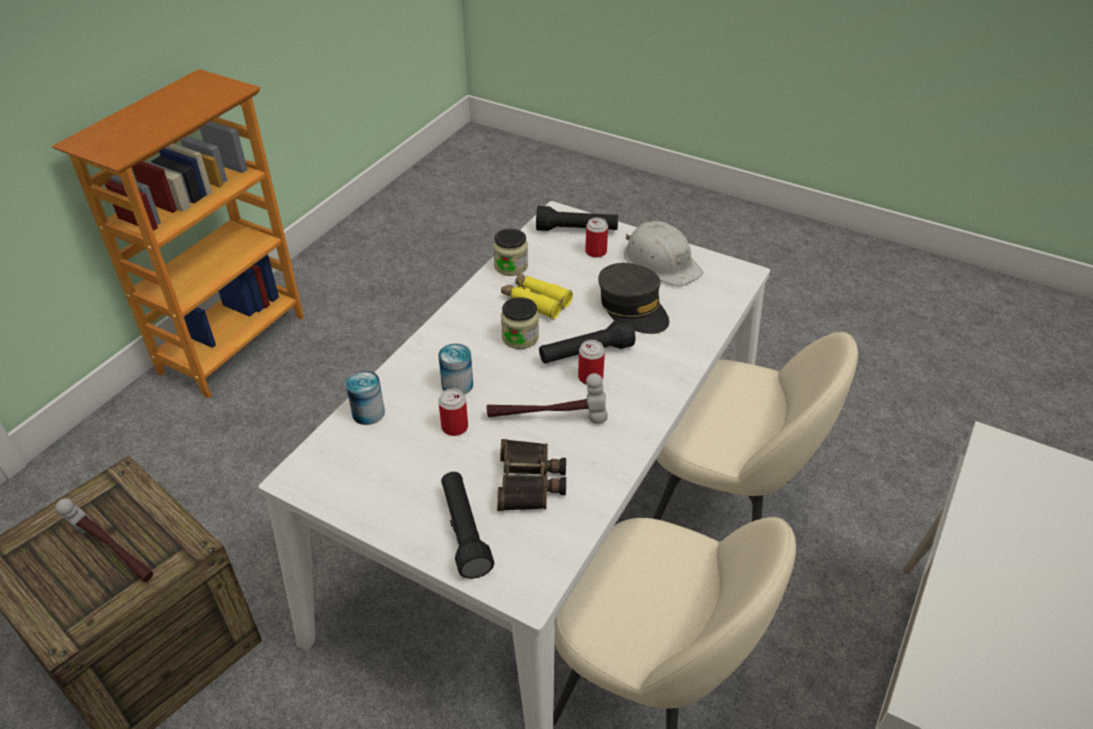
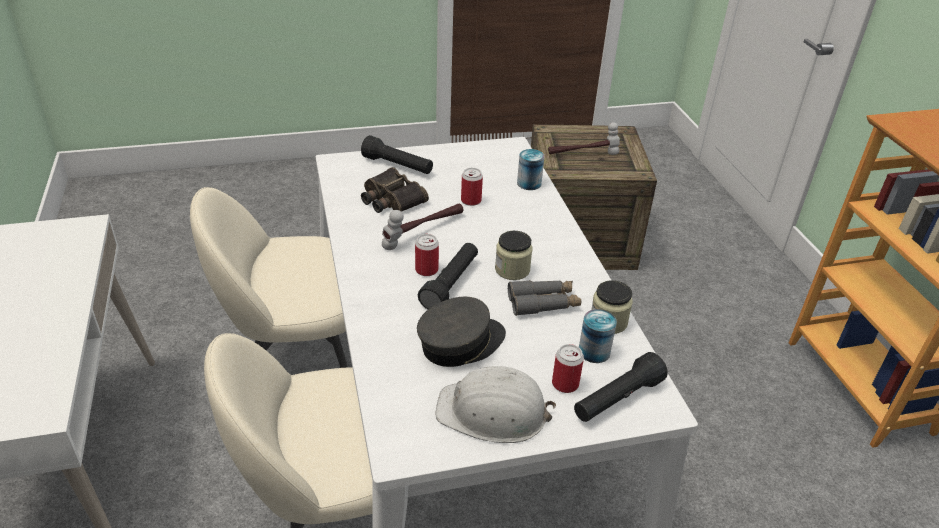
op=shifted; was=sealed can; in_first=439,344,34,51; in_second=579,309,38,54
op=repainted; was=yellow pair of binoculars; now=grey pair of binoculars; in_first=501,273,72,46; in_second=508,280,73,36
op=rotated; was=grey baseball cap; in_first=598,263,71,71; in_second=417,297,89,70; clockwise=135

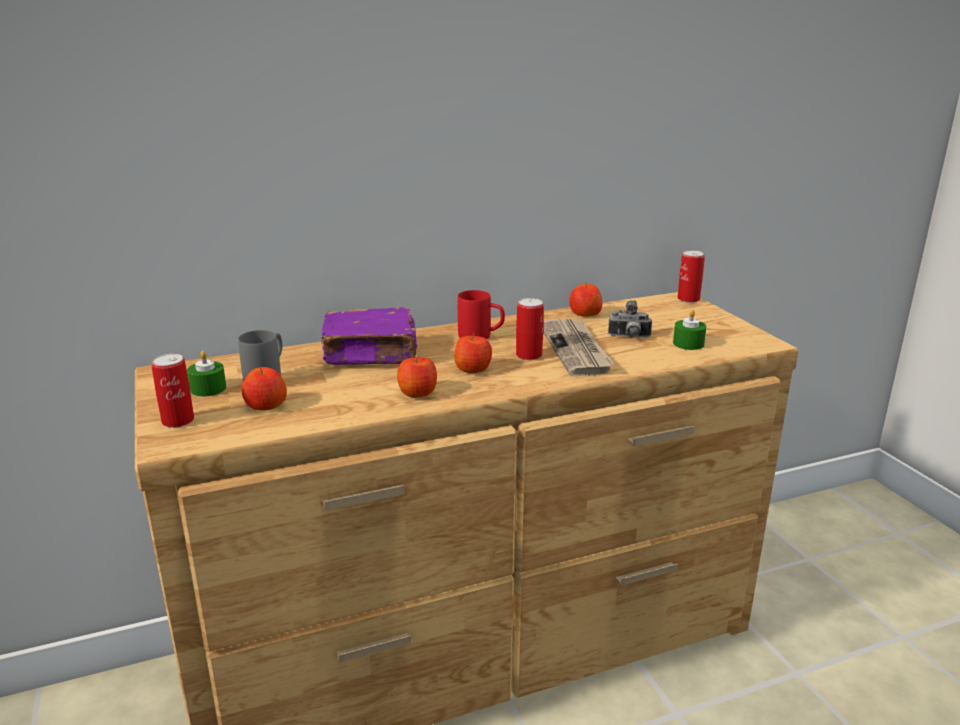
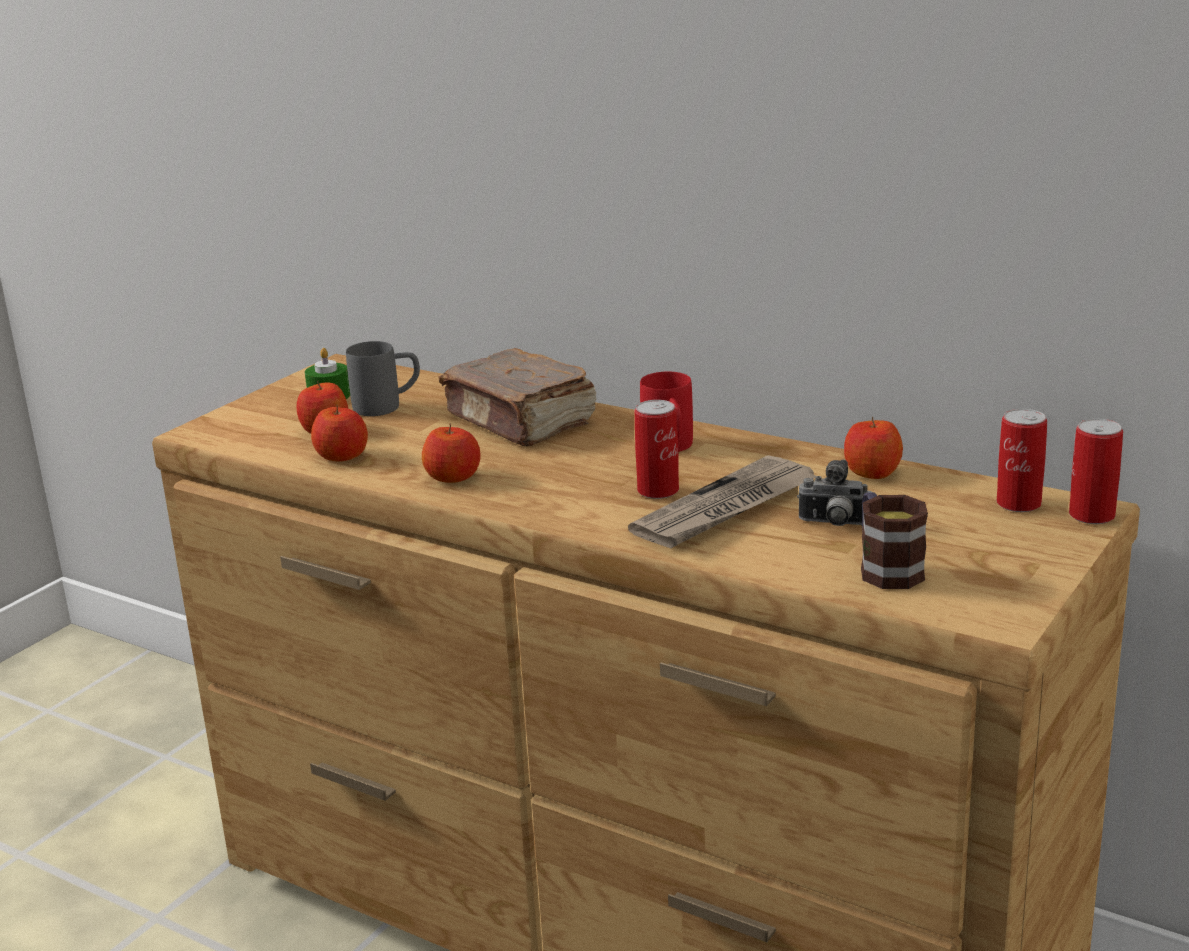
op=shifted; was=sealed can; in_first=151,354,43,74; in_second=997,409,50,103
op=repainted; was=purple bound book; now=brown-coloured bound book; in_first=321,307,96,58; in_second=438,348,159,98
op=shifted; was=whole apple; in_first=454,335,38,38; in_second=311,405,57,57
op=rotated; was=photo camera; in_first=608,300,44,38; in_second=797,459,74,67; clockwise=-45
op=swapped; was=green-coloured wax light; now=tea mug; in_first=673,309,33,41; in_second=861,492,67,97

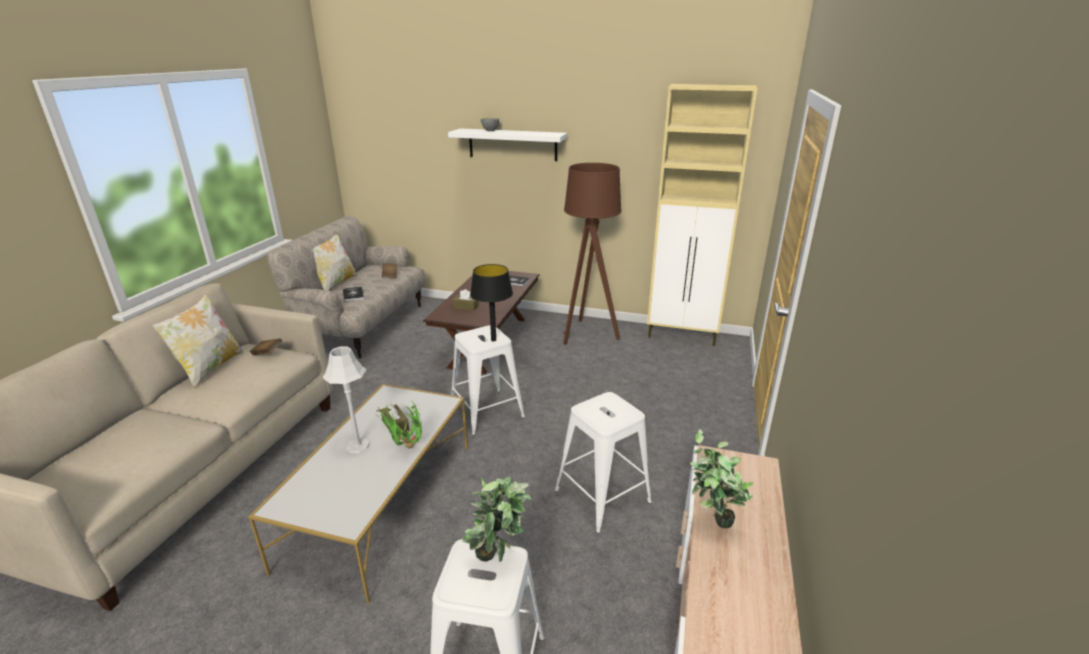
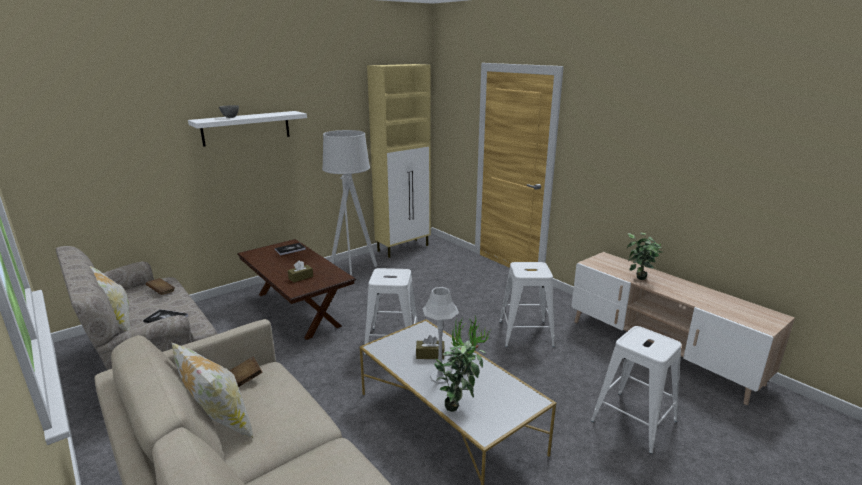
op=shifted; was=houseplant; in_first=462,477,69,86; in_second=434,340,51,72
op=gone; was=blackish lamp for a table; in_first=470,264,43,77
op=repainted; was=brown-coloured floor lamp; now=grey floor lamp; in_first=563,163,59,182; in_second=322,130,55,146

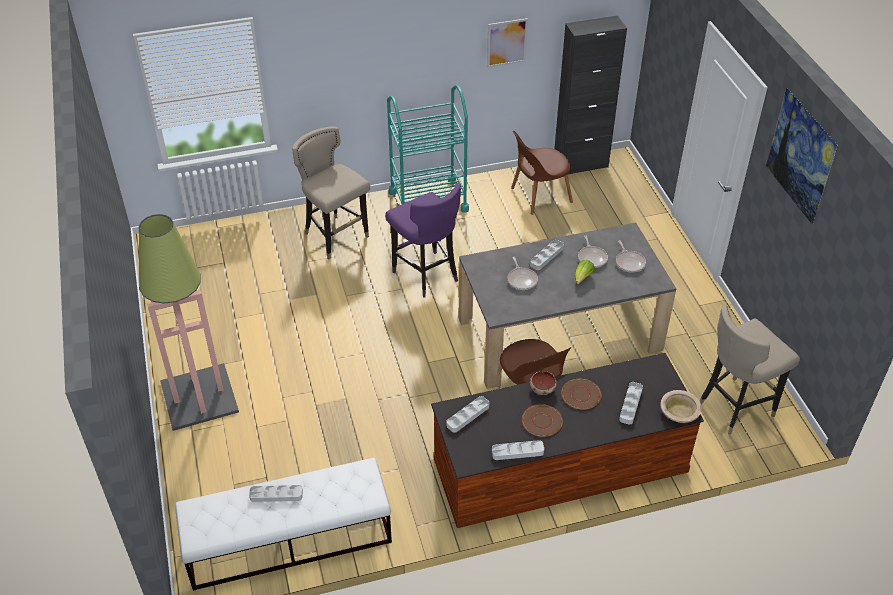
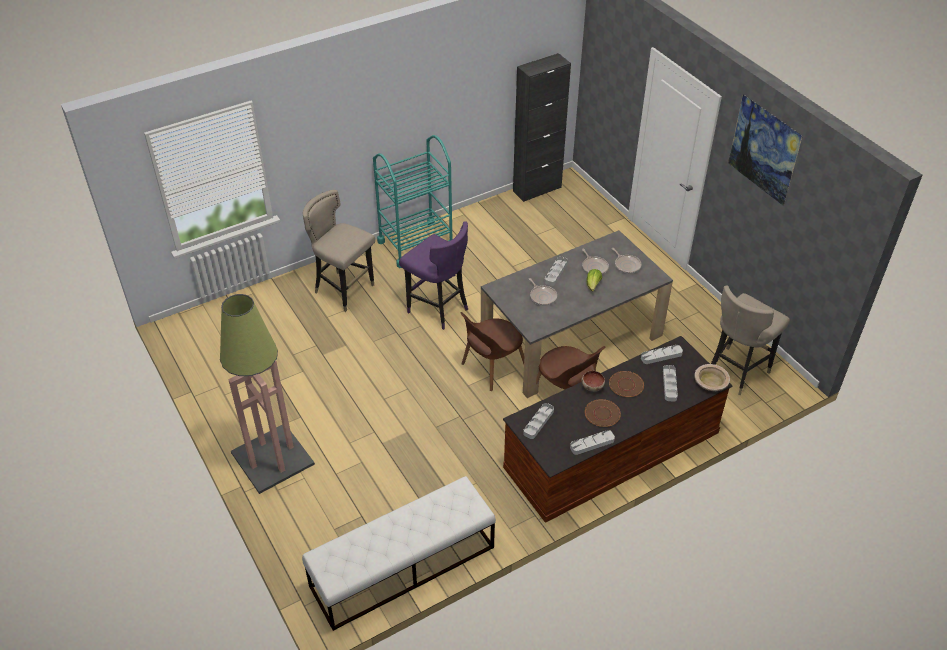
op=shifted; was=grey serving tray; in_first=249,485,54,17; in_second=641,345,42,19
op=gone; was=wall art; in_first=487,18,41,50
op=shifted; was=brown-coloured chair; in_first=511,131,62,84; in_second=461,312,63,79

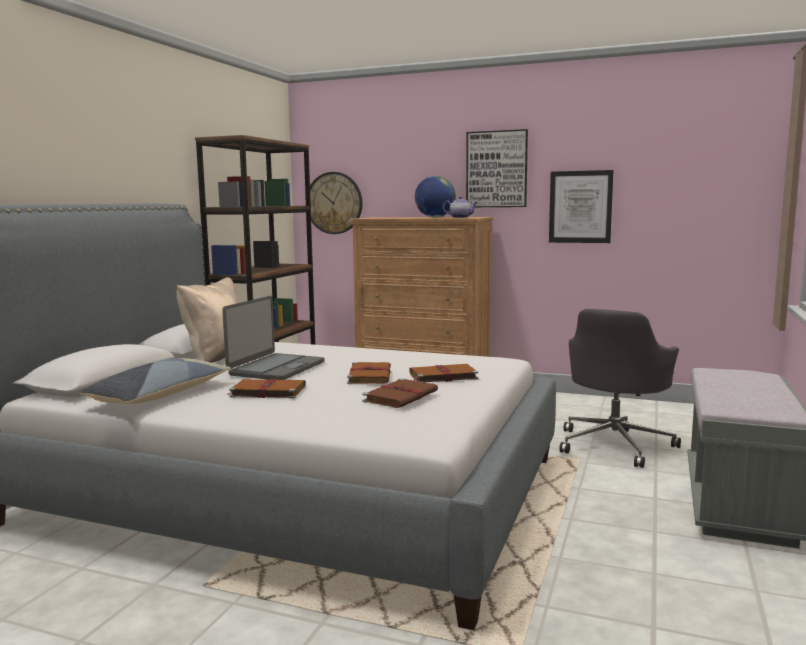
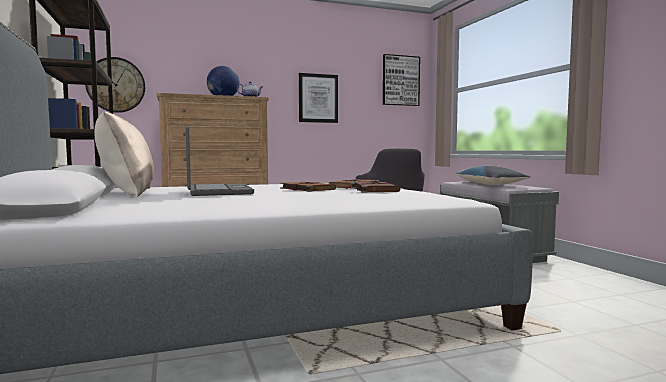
op=shifted; was=pillow; in_first=79,358,152,46; in_second=454,166,77,19
op=gone; was=brown-coloured bound book; in_first=226,379,80,20
op=shifted; was=wall art; in_first=466,129,62,78; in_second=383,54,37,52

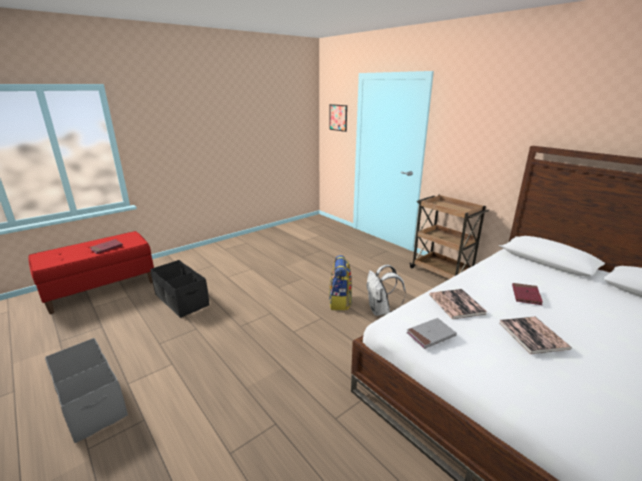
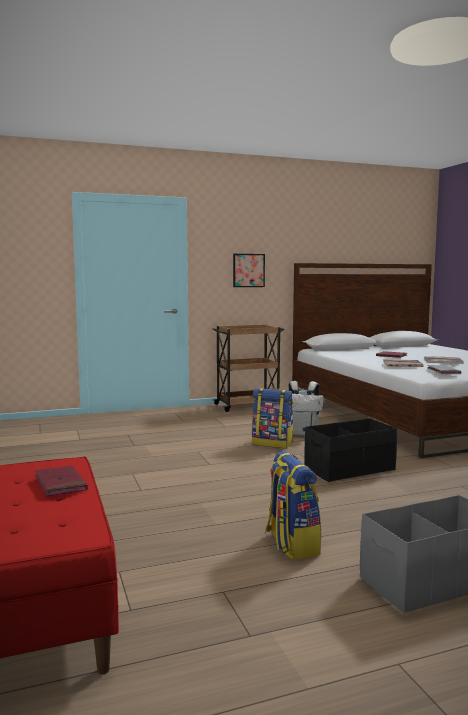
op=shifted; was=blackish storage box; in_first=150,260,60,58; in_second=304,418,93,64
op=shifted; was=wall art; in_first=329,104,18,28; in_second=233,254,32,33
op=new; now=knapsack; in_second=265,451,56,109

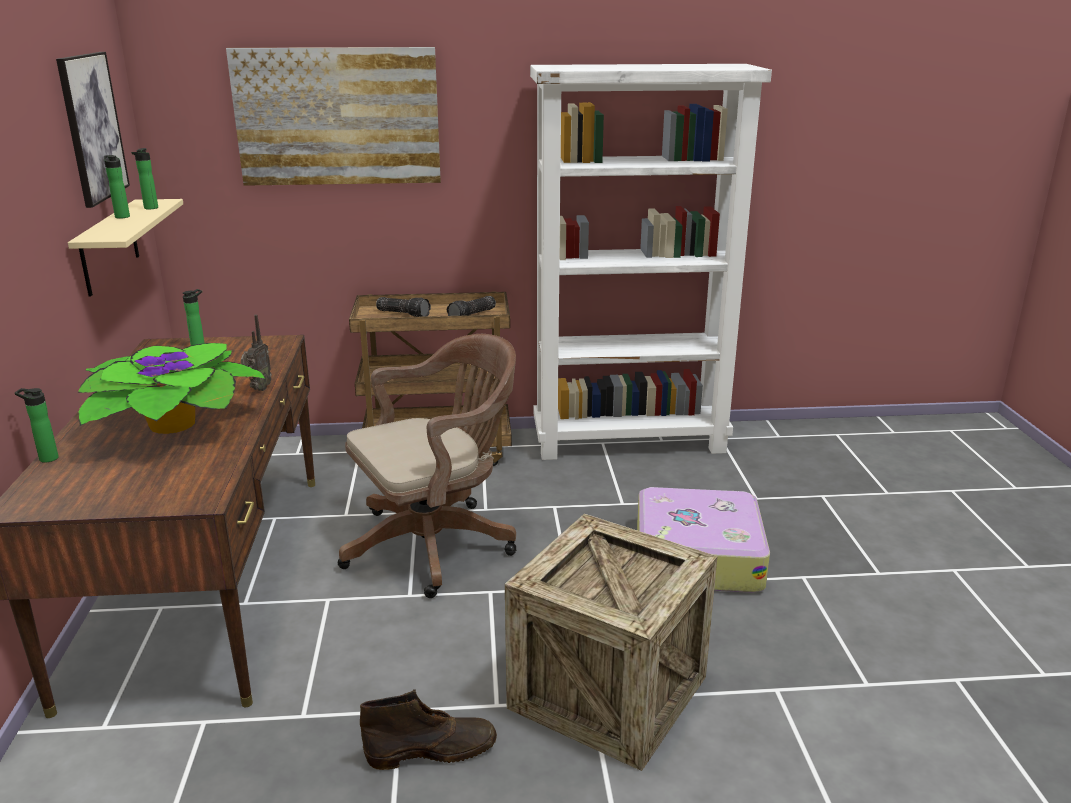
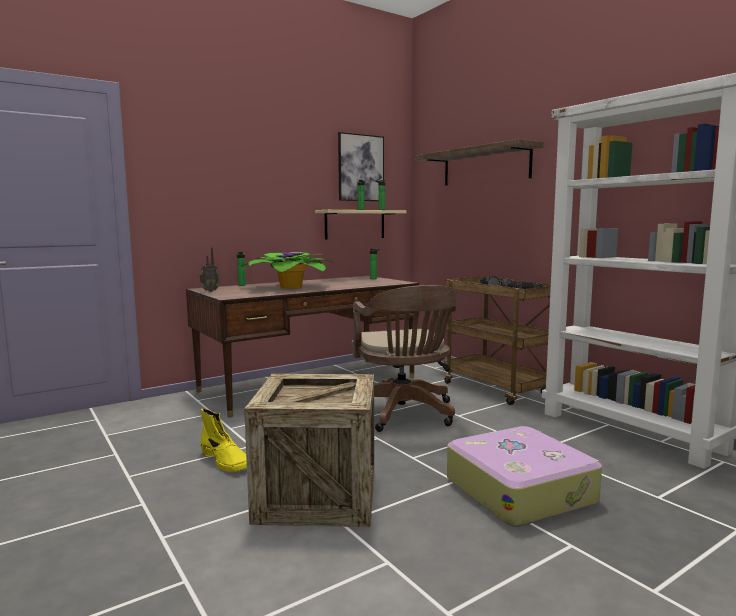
op=swapped; was=wall art; now=bracket shelf; in_first=226,47,215,139; in_second=416,139,127,46
op=shifted; was=radio; in_first=241,315,31,76; in_second=199,247,20,45
op=rotated; was=brown-coloured desk chair; in_first=338,334,178,264; in_second=352,285,105,147; clockwise=45
op=repainted; was=brown-coloured tall boot; now=yellow tall boot; in_first=360,690,137,80; in_second=200,408,47,64

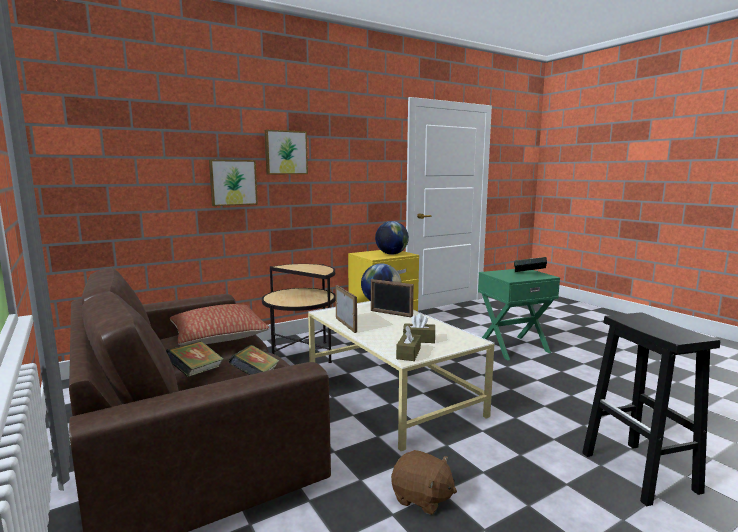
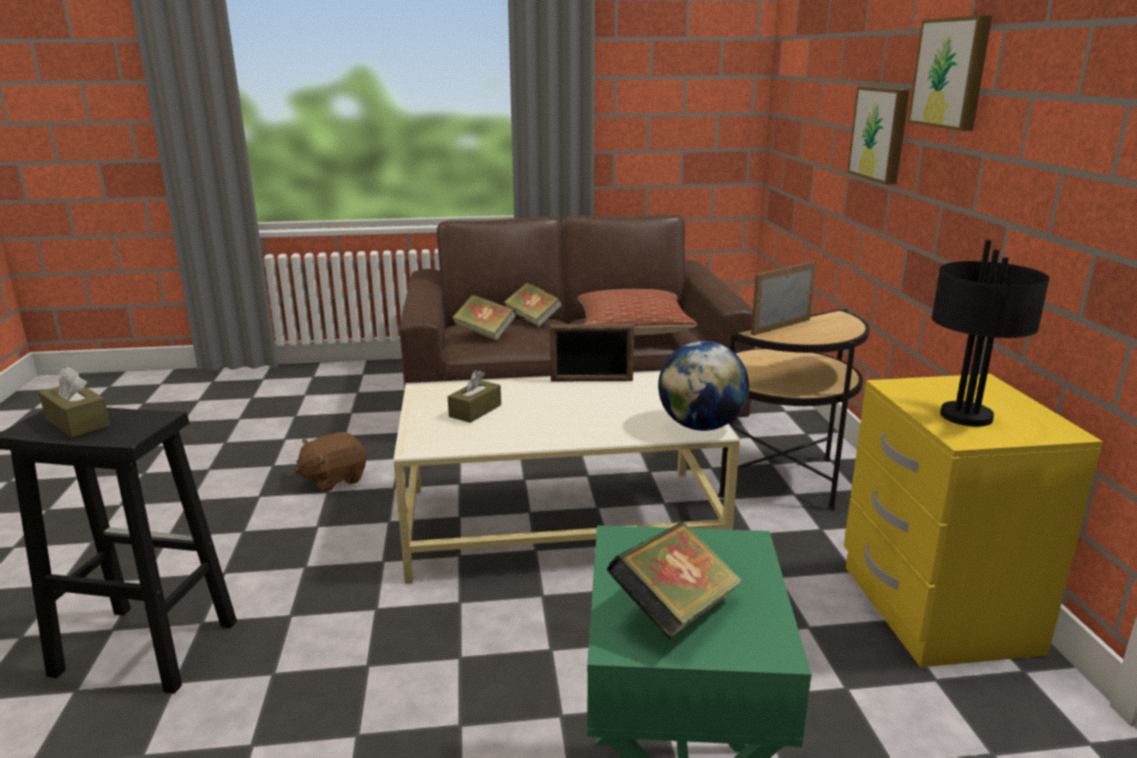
op=shifted; was=picture frame; in_first=371,279,43,38; in_second=751,262,65,73
op=swapped; was=globe; now=blackish lamp for a table; in_first=375,221,34,34; in_second=931,239,119,188
op=shifted; was=brown-coloured tissue holder; in_first=396,326,25,35; in_second=39,367,72,70

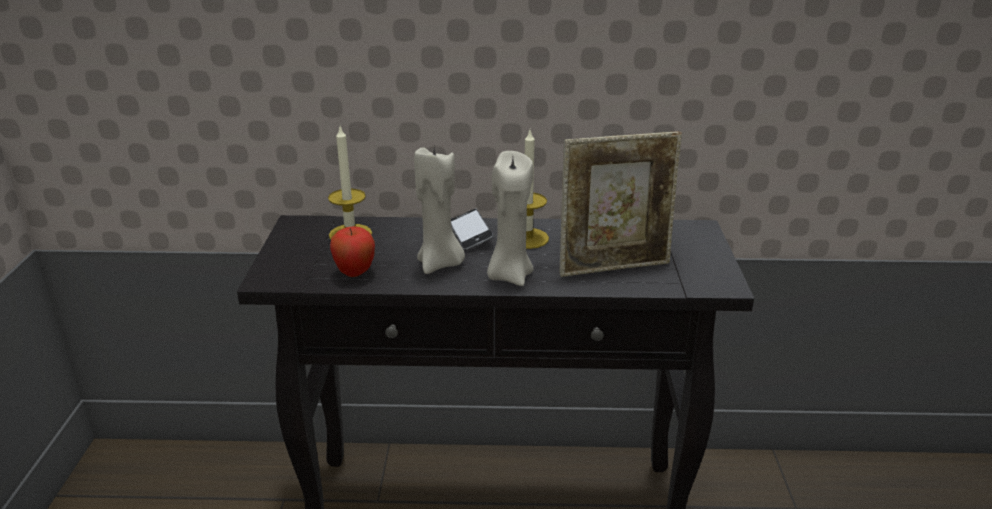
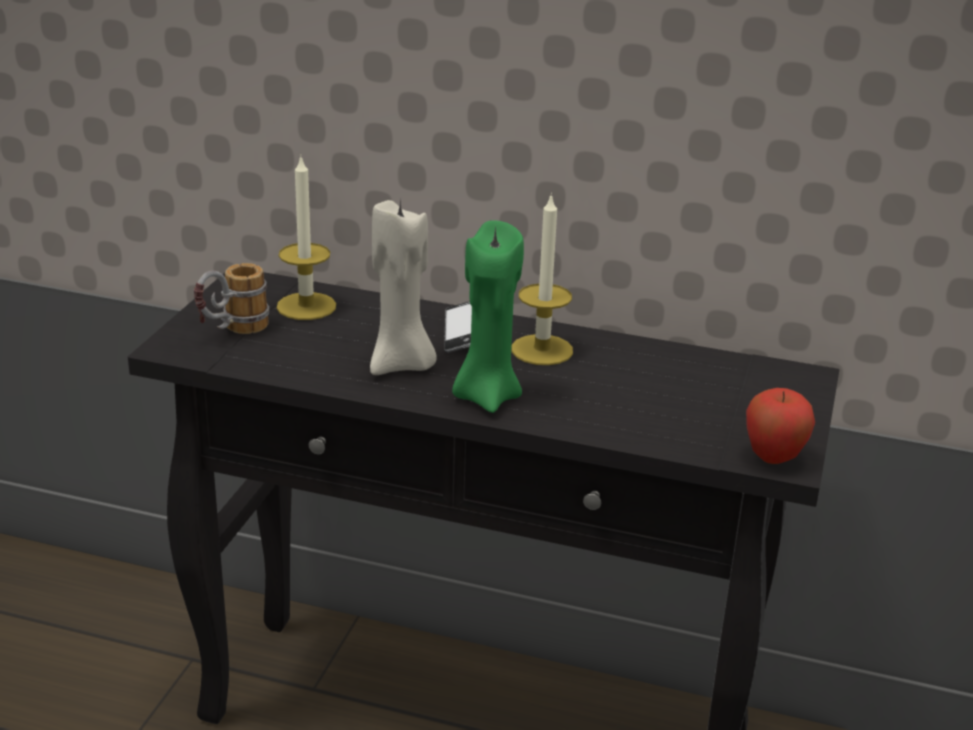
op=shifted; was=whole apple; in_first=330,226,45,51; in_second=746,388,69,76
op=repainted; was=beige wax light; now=green-coloured wax light; in_first=487,151,47,135; in_second=452,220,72,193
op=gone; was=picture frame; in_first=559,132,123,145
op=new; now=tea mug; in_second=194,263,75,71

